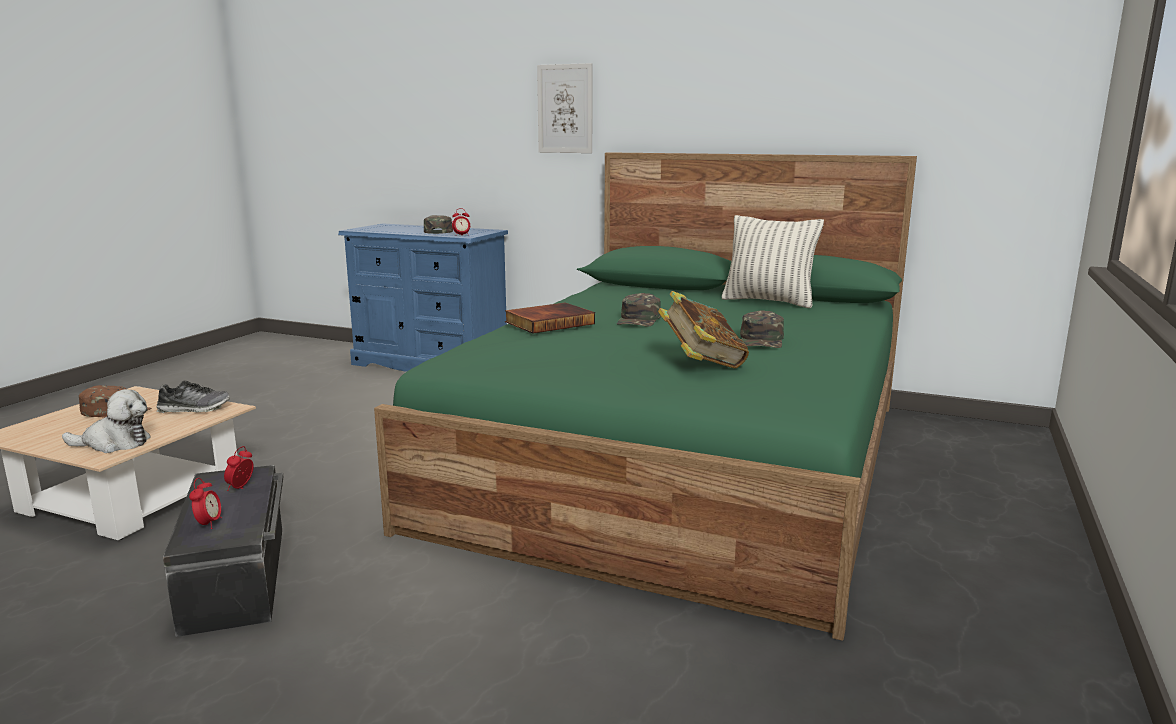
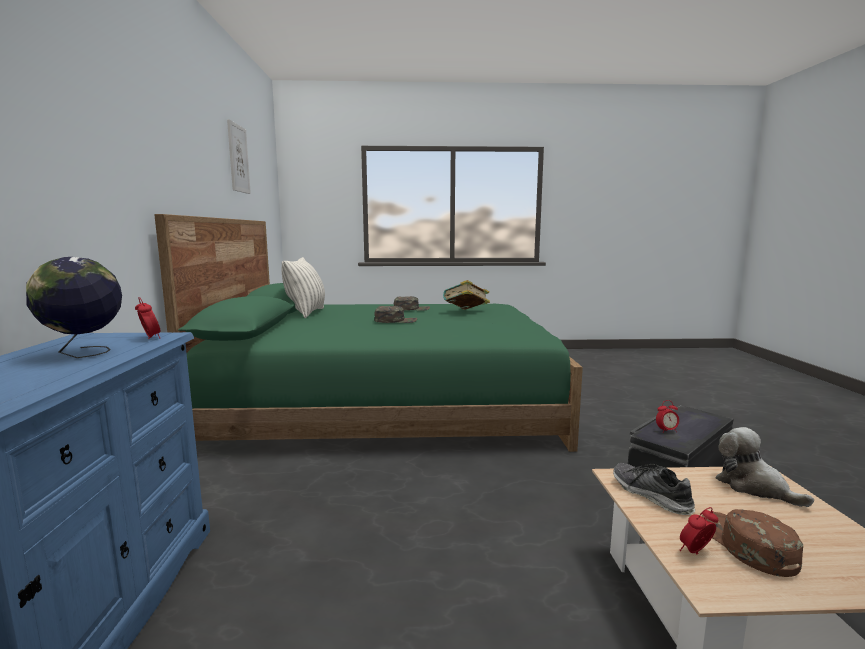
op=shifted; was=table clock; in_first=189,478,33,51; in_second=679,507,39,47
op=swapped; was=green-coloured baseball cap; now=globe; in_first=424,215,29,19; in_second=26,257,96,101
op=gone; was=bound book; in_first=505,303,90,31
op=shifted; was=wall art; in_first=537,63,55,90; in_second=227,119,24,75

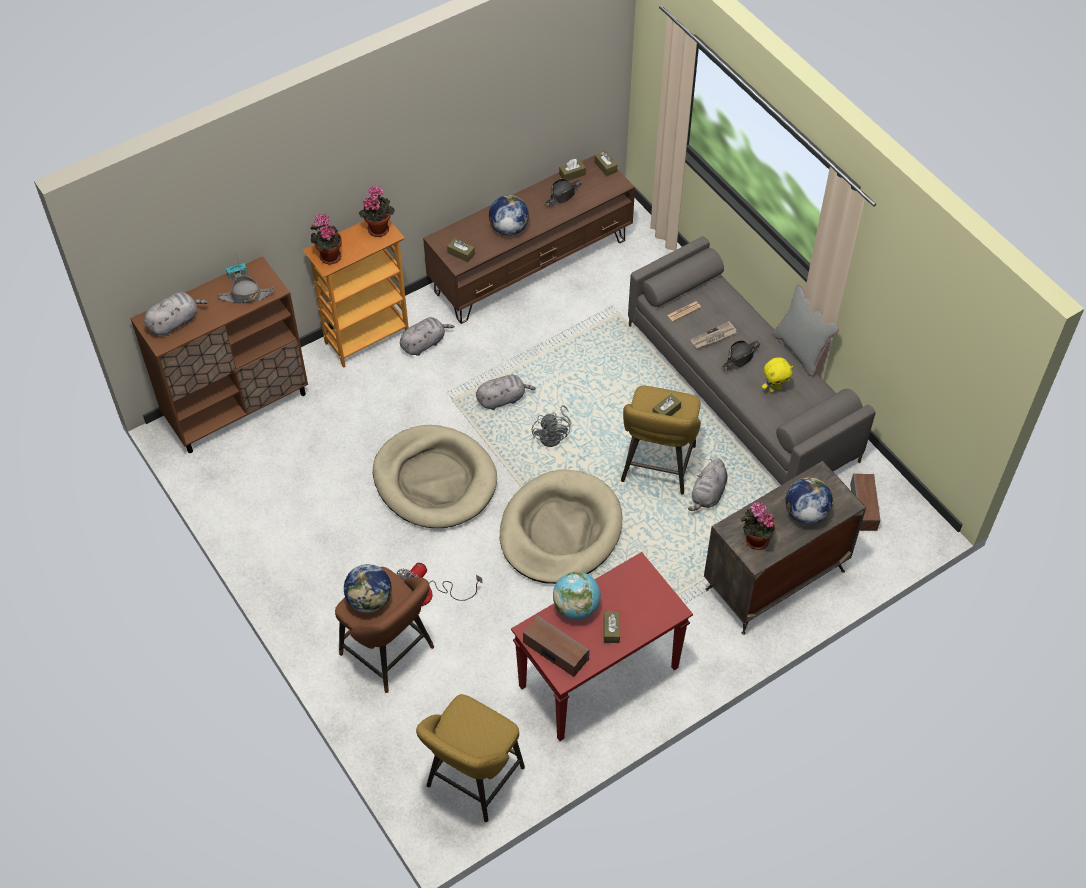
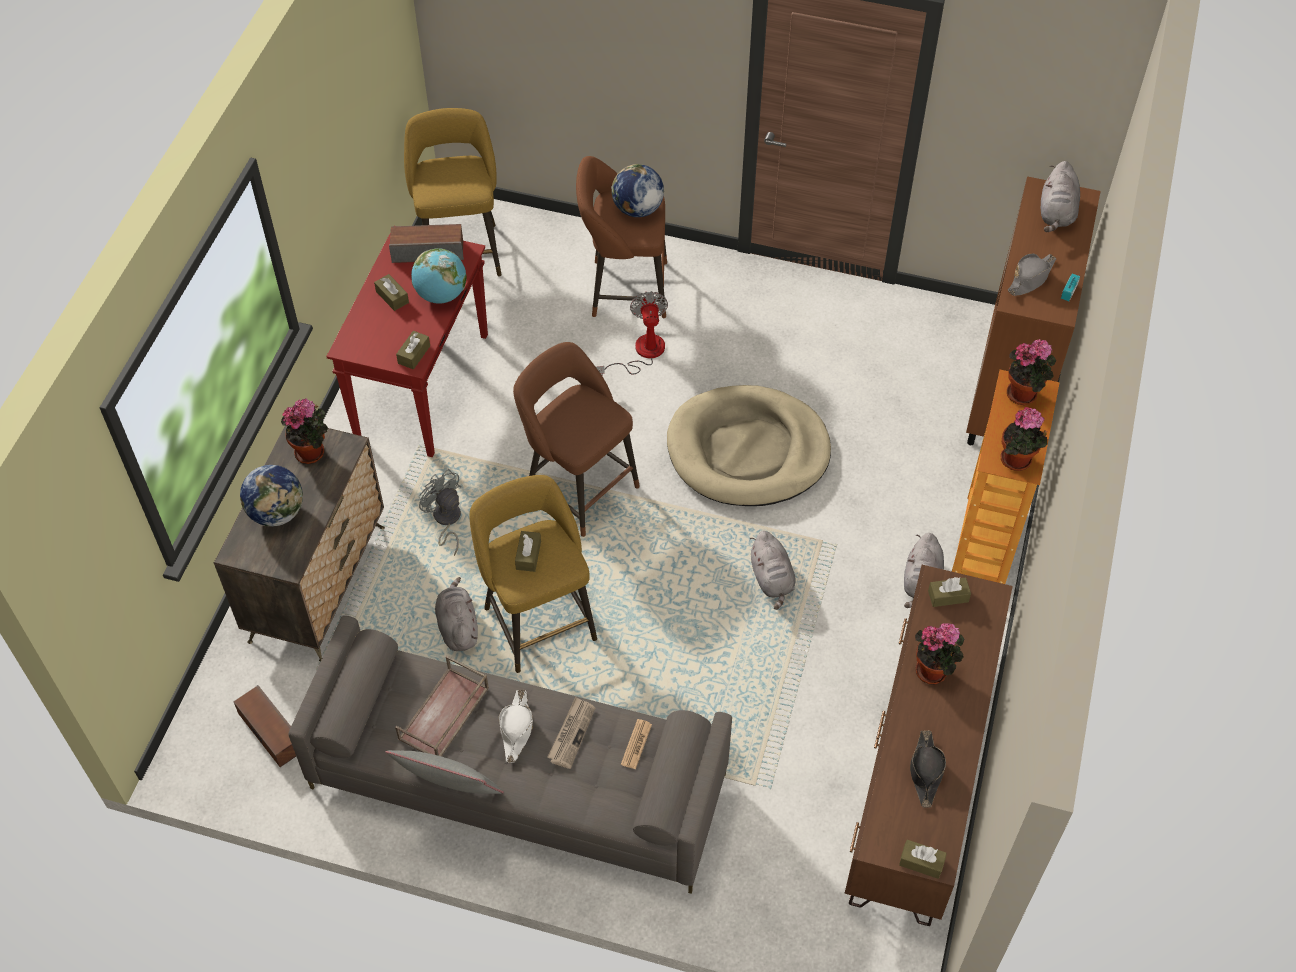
op=rotated; was=grey cuddly toy; in_first=476,375,60,35; in_second=750,531,45,79; clockwise=-45
op=swapped; was=globe; now=houseplant; in_first=489,195,40,41; in_second=915,623,49,61
op=swapped; was=beige dog bed; now=brown-coloured sitting stool; in_first=500,469,122,115; in_second=513,342,127,195
op=shifted; was=grey cooling fan; in_first=532,405,39,42; in_second=419,469,43,87
op=shifted; was=brown-coloured tissue holder; in_first=559,159,27,22; in_second=396,331,34,38
op=repainted; was=blackish clothing hat; now=whitish clothing hat; in_first=722,340,38,31; in_second=498,690,35,73
op=swapped; was=yellow cuddly toy; now=brown-coloured serving tray; in_first=762,357,31,36; in_second=395,656,94,100

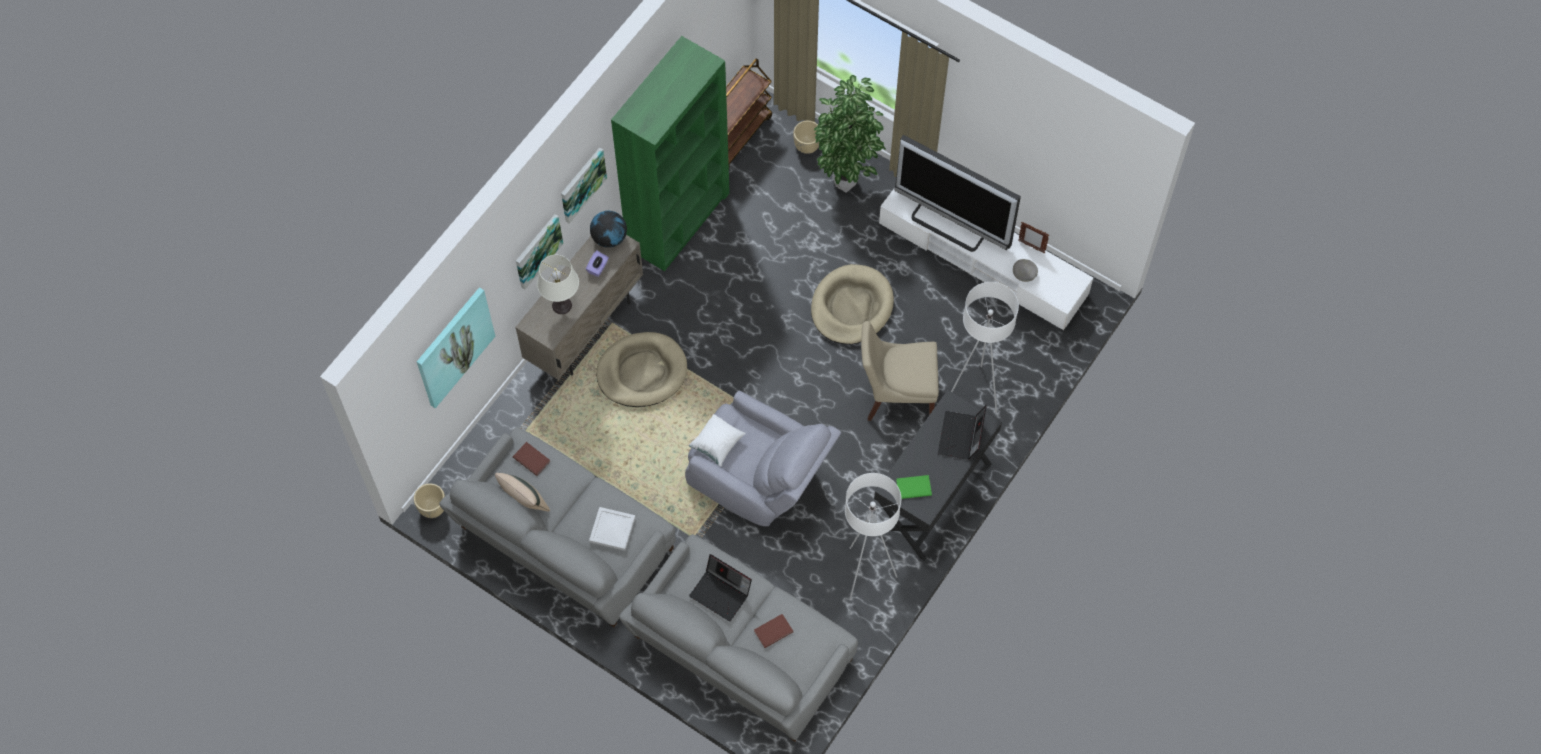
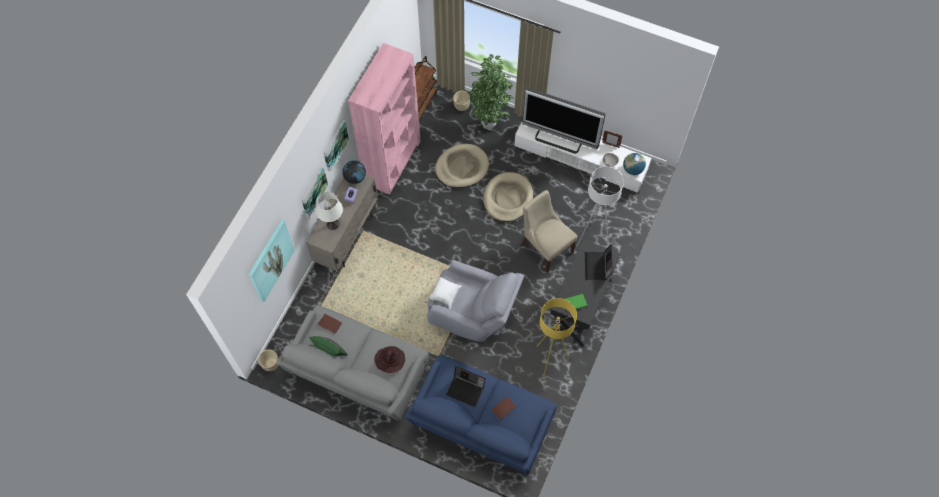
op=repainted; was=beige pillow; now=green-coloured pillow; in_first=495,473,55,38; in_second=310,336,38,20
op=swapped; was=whitish serving tray; now=brown-coloured clothing hat; in_first=589,507,46,44; in_second=374,346,31,27
op=shifted; was=beige dog bed; in_first=596,332,91,75; in_second=435,144,54,44
op=repainted; was=green-coloured shelving unit; now=pink-coloured shelving unit; in_first=611,36,119,235; in_second=348,43,73,151
op=repainted; was=grey sofa; now=blue-coloured sofa; in_first=619,534,239,208; in_second=405,355,152,120
op=repainted; was=whitish floor lamp; now=yellow floor lamp; in_first=845,473,56,127; in_second=536,298,41,81
op=rotated; was=beige chair; in_first=861,321,78,100; in_second=521,190,57,83; clockwise=60
op=new; now=globe; in_second=623,153,23,22

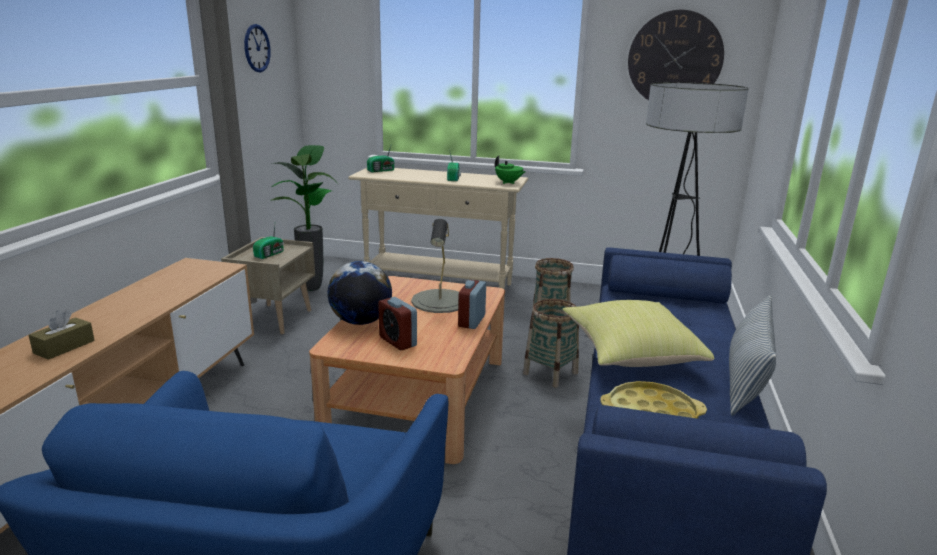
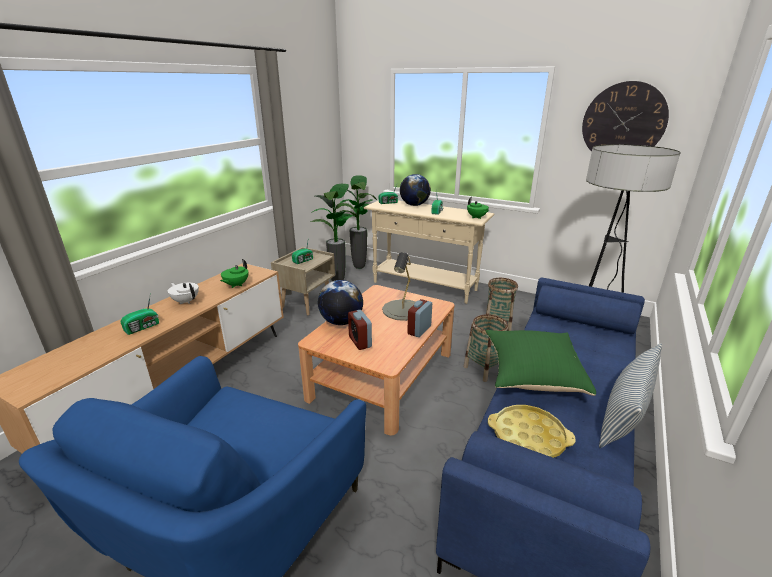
op=swapped; was=brown-coloured tissue holder; now=radio; in_first=28,310,67,50; in_second=121,293,38,42
op=gone; was=clock on the wall; in_first=244,24,27,48
op=repainted; was=yellow pillow; now=green-coloured pillow; in_first=562,300,152,67; in_second=486,330,110,66
op=new; now=whitish teapot; in_second=168,283,31,21
op=new; now=green-coloured teapot; in_second=220,259,28,29
op=new; now=houseplant; in_second=339,176,38,93
op=new; now=globe; in_second=400,174,31,32

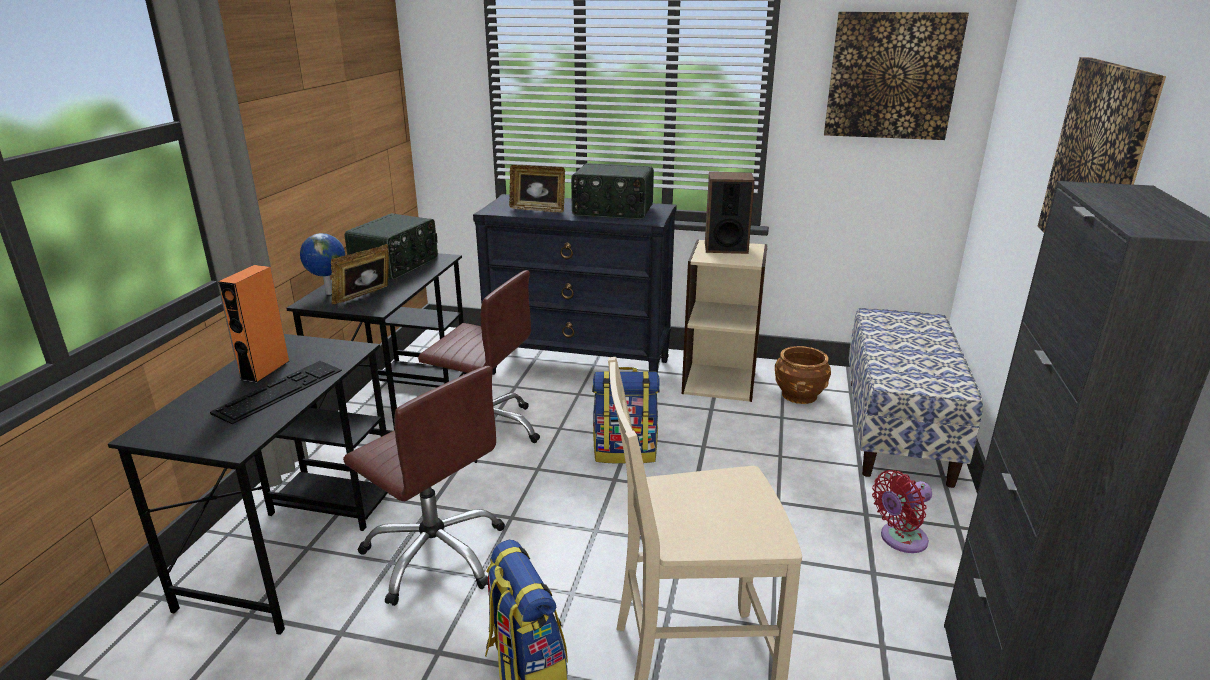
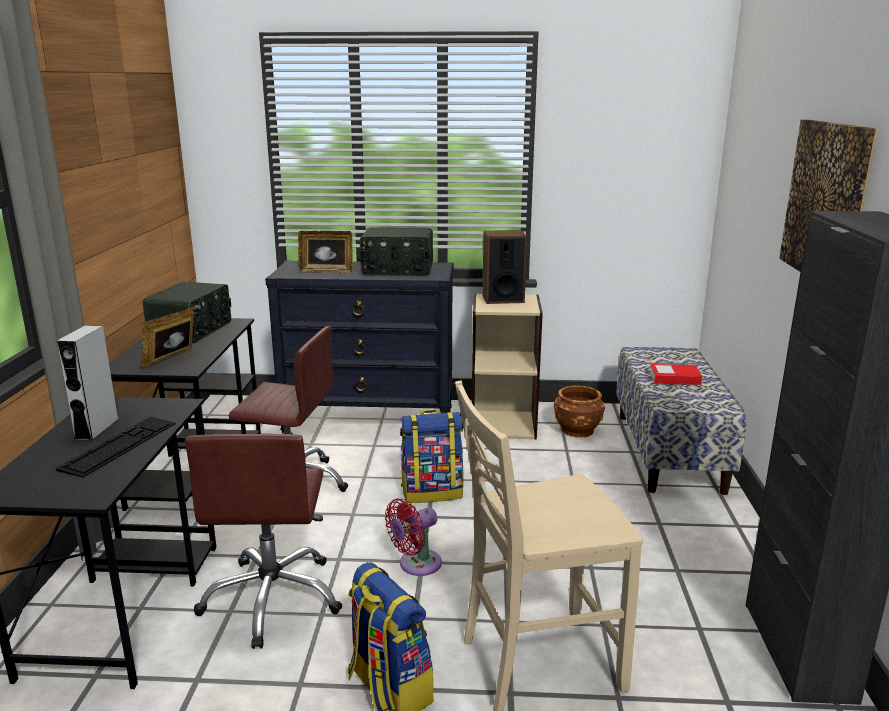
op=repainted; was=orange speaker; now=grey speaker; in_first=218,265,72,118; in_second=57,325,62,116
op=gone; was=globe; in_first=300,233,45,62
op=rotated; was=brown-coloured desk chair; in_first=343,366,162,240; in_second=185,434,158,215; clockwise=60
op=gone; was=wall art; in_first=824,11,145,129
op=shifted; was=red cooling fan; in_first=872,470,60,83; in_second=385,499,57,77
op=new; now=bound book; in_second=650,364,52,21

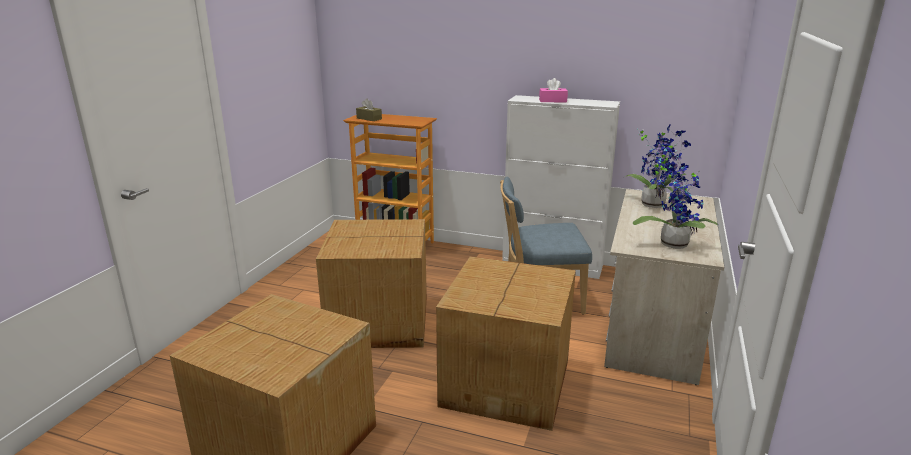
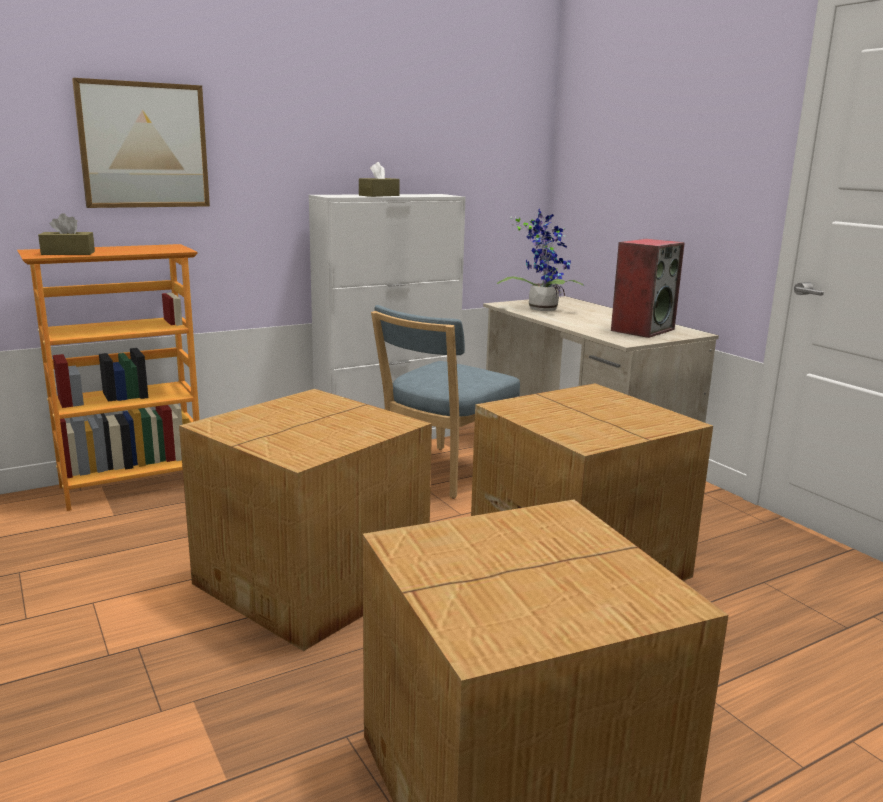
op=repainted; was=pink-coloured tissue holder; now=brown-coloured tissue holder; in_first=539,78,29,24; in_second=359,162,41,35
op=swapped; was=houseplant; now=speaker; in_first=632,149,87,100; in_second=611,239,74,99
op=new; now=wall art; in_second=72,78,138,130

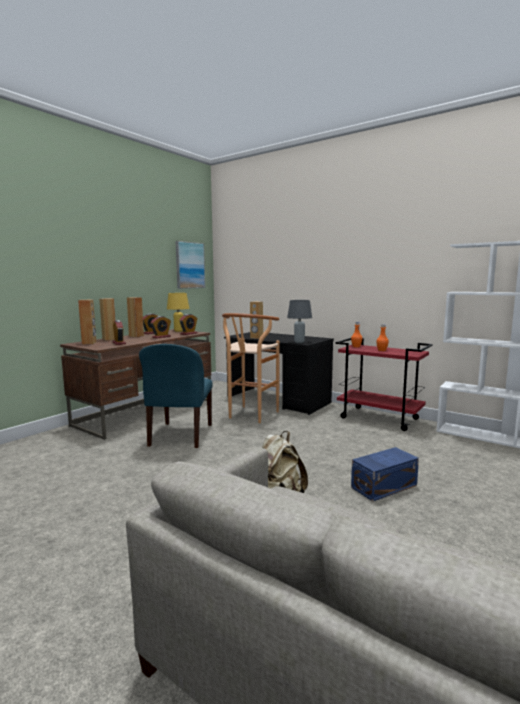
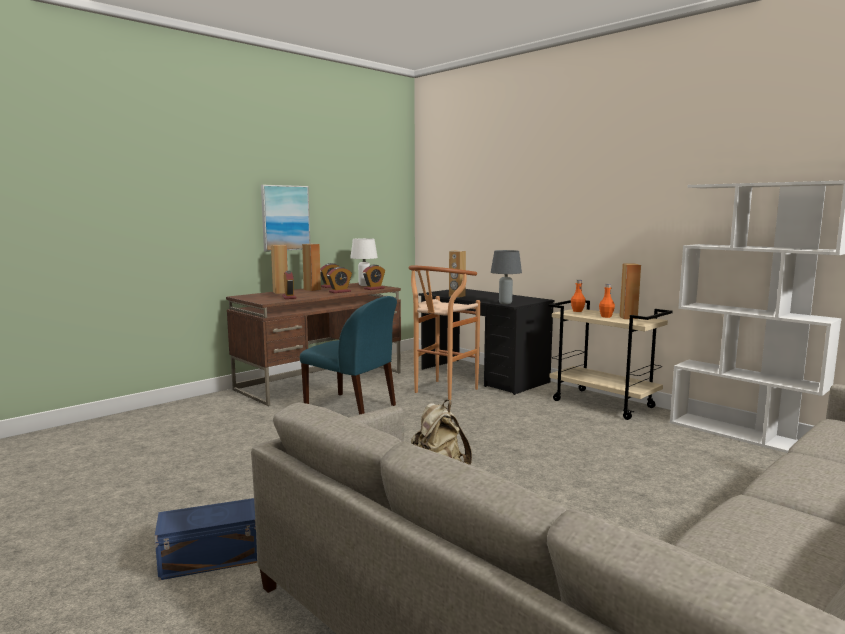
op=shifted; was=brown-coloured speaker; in_first=78,300,18,44; in_second=619,264,22,55
op=rotated; was=blue-coloured chair; in_first=139,344,74,104; in_second=300,296,97,119; clockwise=-75
op=repainted; was=yellow lamp for a table; now=whitish lamp for a table; in_first=167,293,22,39; in_second=350,238,28,48
op=shifted; was=wall art; in_first=176,241,29,48; in_second=261,185,49,67
op=repainted; was=red trolley; now=beige trolley; in_first=336,338,97,93; in_second=548,300,125,120
op=shifted; was=blue-coloured storage box; in_first=351,447,68,54; in_second=155,498,102,83

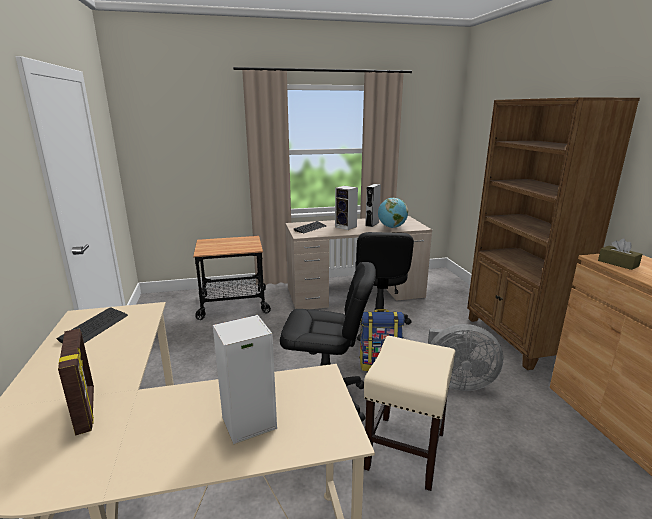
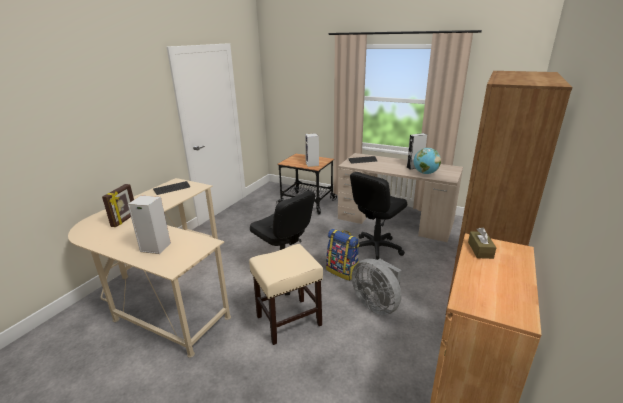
op=shifted; was=speaker; in_first=335,186,23,44; in_second=305,133,14,34

